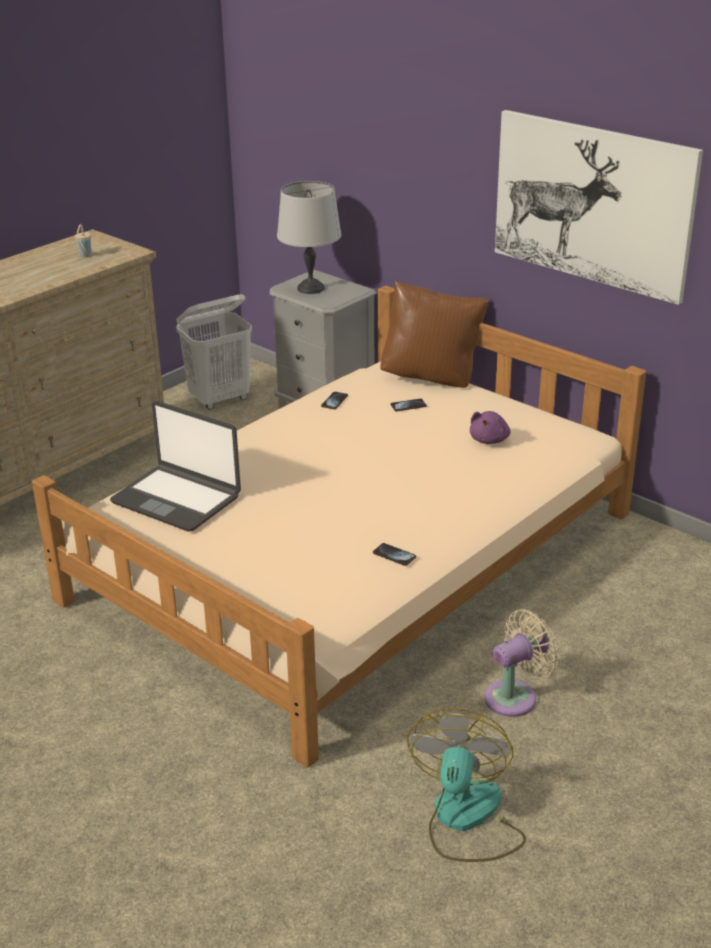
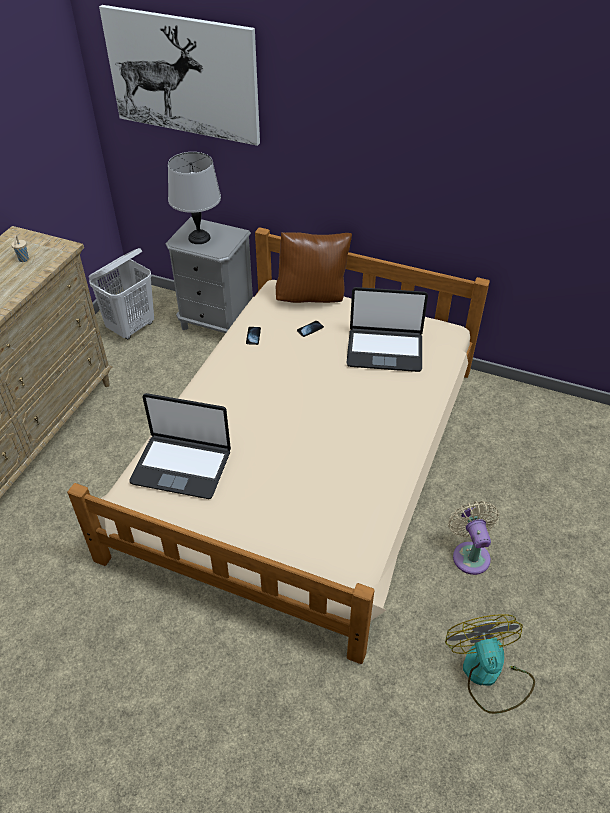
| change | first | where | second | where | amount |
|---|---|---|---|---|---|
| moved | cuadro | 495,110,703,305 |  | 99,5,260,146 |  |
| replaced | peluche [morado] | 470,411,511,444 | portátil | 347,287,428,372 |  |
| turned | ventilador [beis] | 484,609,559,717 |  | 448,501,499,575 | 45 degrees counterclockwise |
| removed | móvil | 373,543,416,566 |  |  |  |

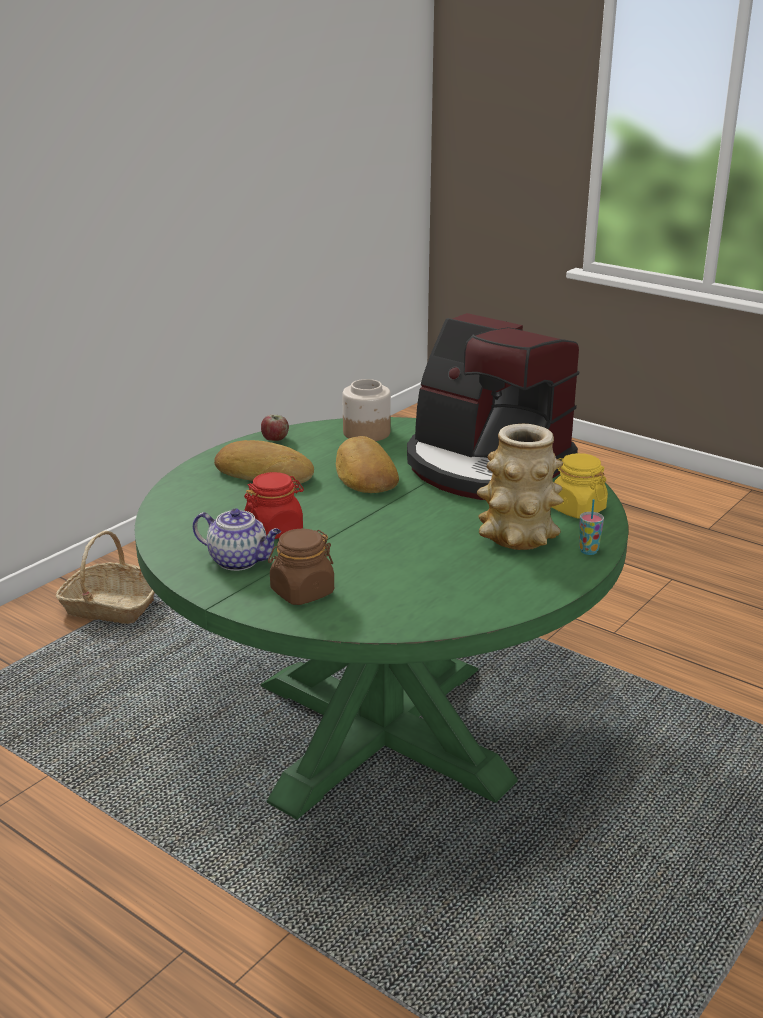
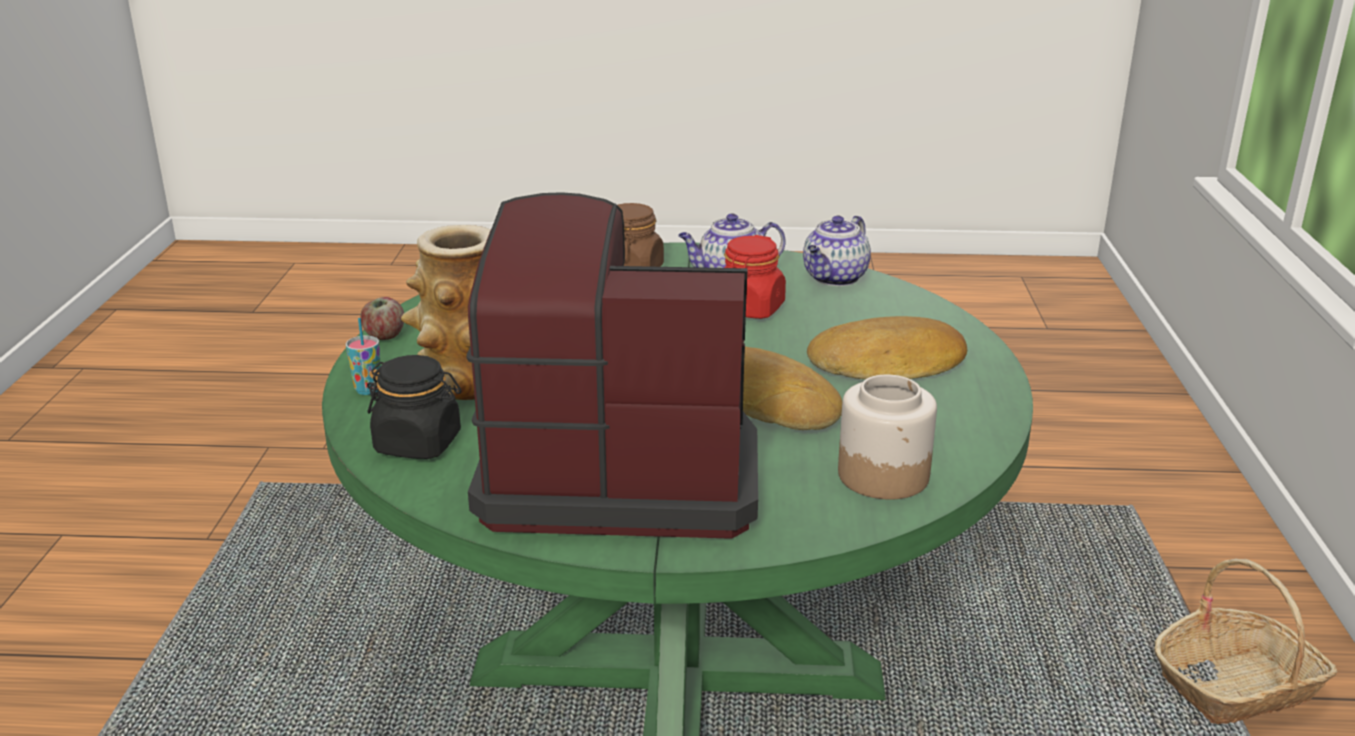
| change | first | where | second | where | amount |
|---|---|---|---|---|---|
| moved | manzana | 261,415,289,441 |  | 360,297,404,340 |  |
| recoloured | tarro [amarillo] | 552,453,608,519 | tarro [negro] | 367,355,461,459 |  |
| added |  |  | tetera | 803,216,871,286 |  |

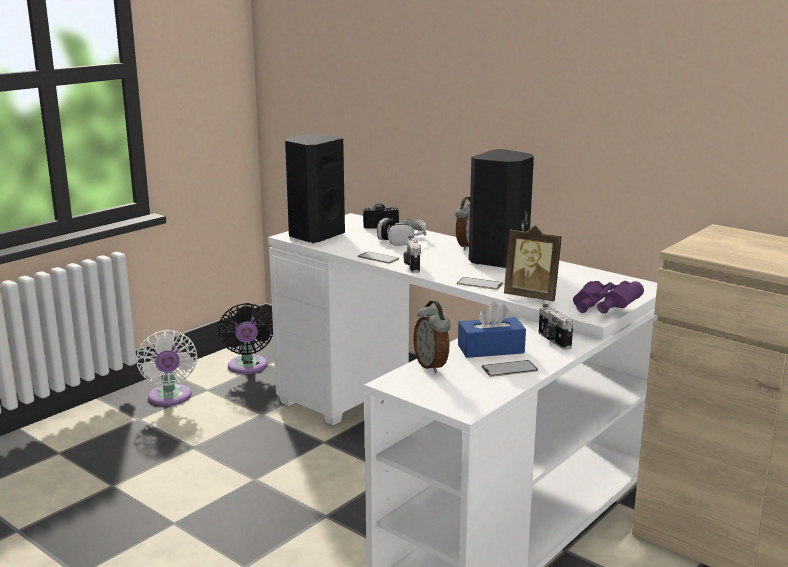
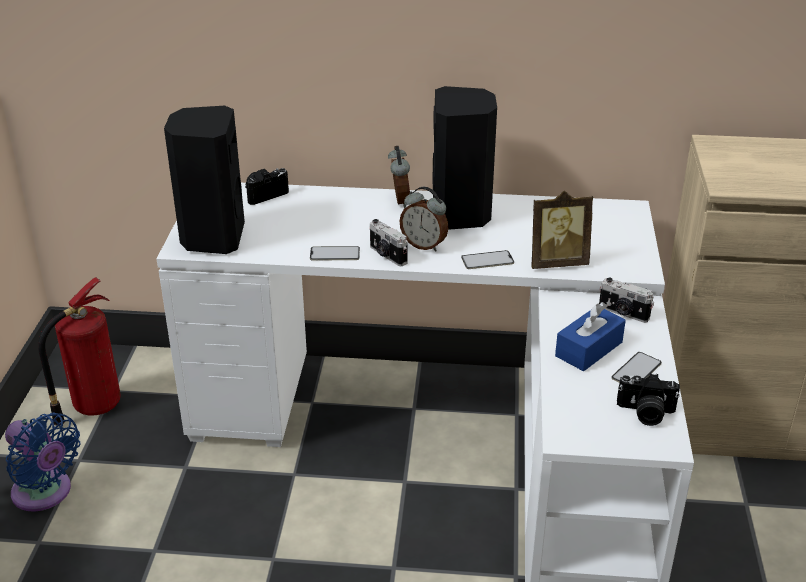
| change | first | where | second | where | amount |
|---|---|---|---|---|---|
| recoloured | ventilador [blanco] | 136,330,198,406 | ventilador [azul] | 5,413,80,512 |  |
| replaced | ventilador [negro] | 218,303,273,374 | extintor | 38,277,121,426 |  |
| moved | despertador | 414,301,451,373 |  | 399,187,448,252 |  |
| added |  |  | cámara | 617,373,680,426 |  |
| removed | auriculares | 377,218,427,246 |  |  |  |
| removed | prismáticos [morado] | 573,281,644,314 |  |  |  |

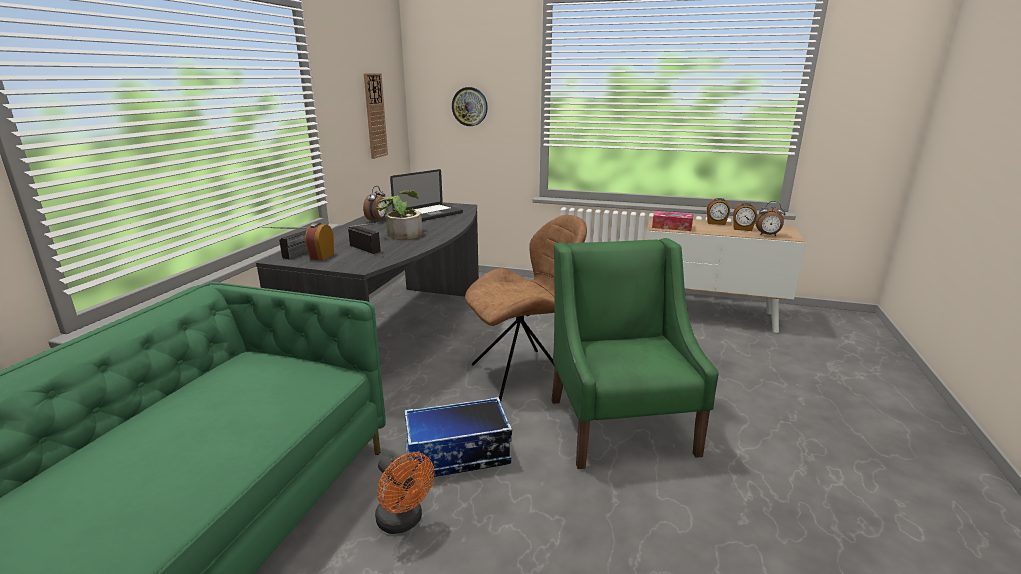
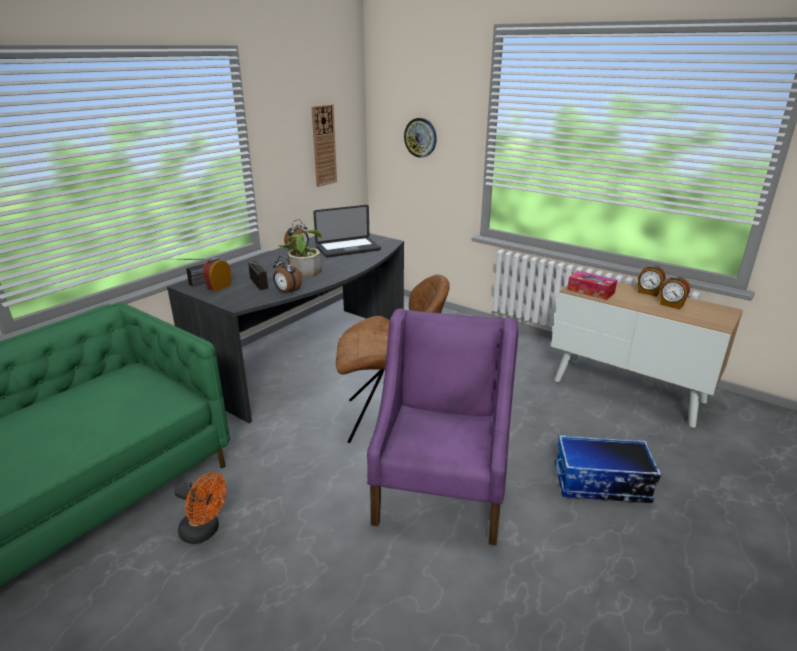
| change | first | where | second | where | amount |
|---|---|---|---|---|---|
| turned | ventilador [naranja] | 375,452,434,534 |  | 174,472,226,544 | 45 degrees counterclockwise |
| moved | despertador | 755,201,785,236 |  | 273,256,302,294 |  |
| recoloured | sillón [verde] | 551,238,719,469 | sillón [morado] | 367,308,518,545 |  |
| moved | caja de almacenaje | 404,397,512,478 |  | 555,435,661,503 |  |

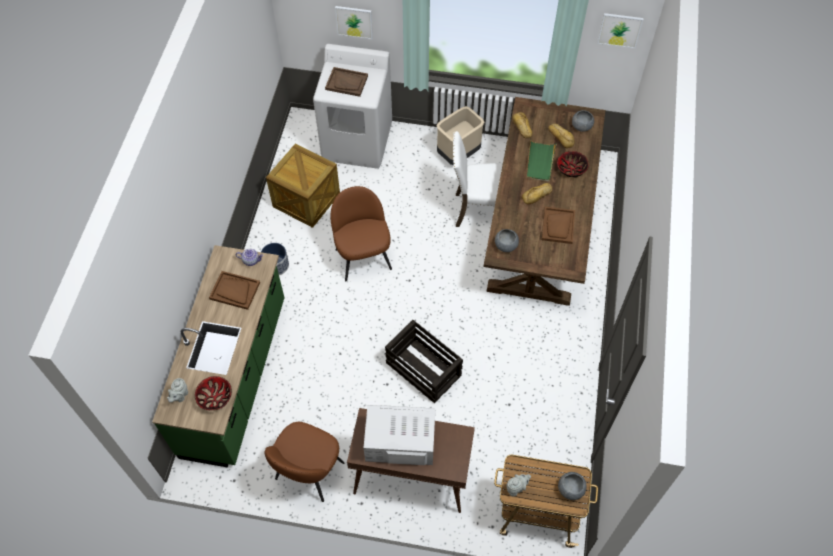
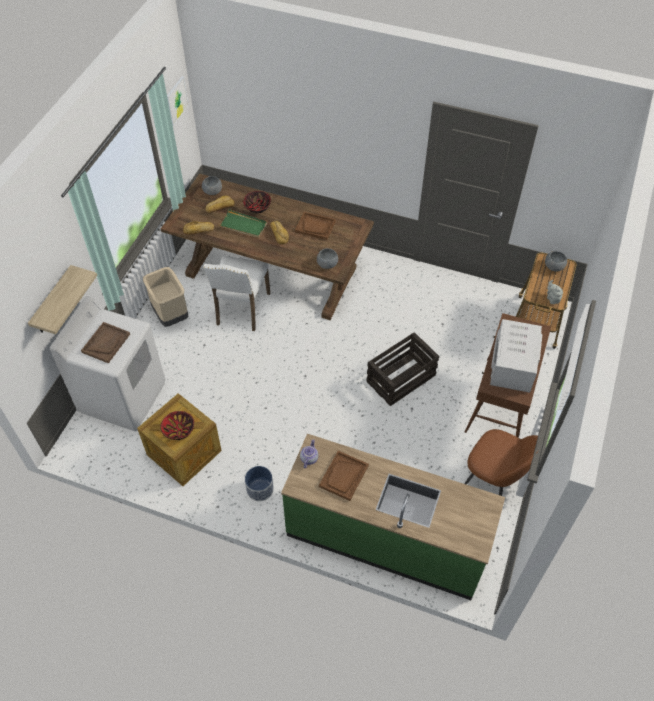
| change | first | where | second | where | amount |
|---|---|---|---|---|---|
| replaced | cuadro | 335,6,373,39 | estante | 28,265,97,334 |  |
| moved | cuenco | 195,376,232,410 |  | 161,411,194,440 |  |
| removed | tetera [gris] | 167,378,188,403 |  |  |  |
| removed | silla [marrón] | 331,186,392,281 |  |  |  |

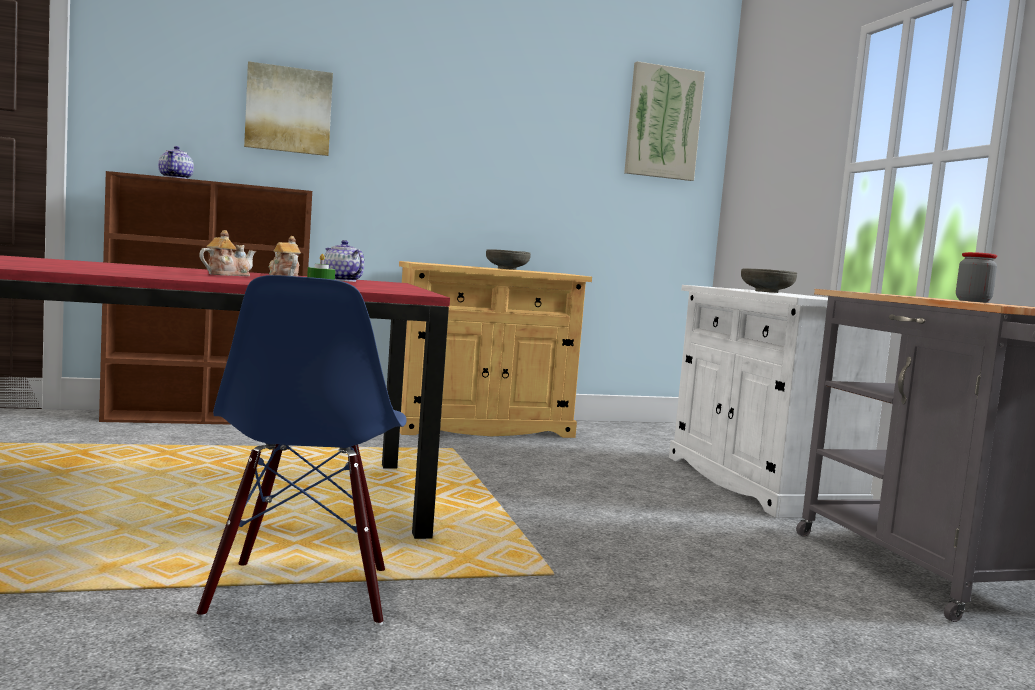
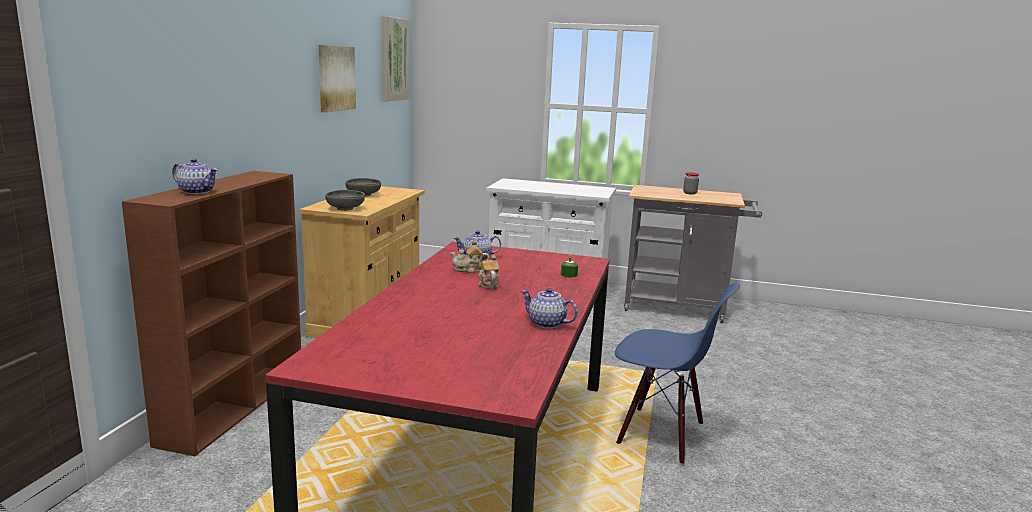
| change | first | where | second | where | amount |
|---|---|---|---|---|---|
| moved | cuadro | 244,61,333,156 |  | 318,45,356,112 |  |
| moved | cuenco [gris] | 741,268,797,293 |  | 325,190,365,211 |  |
| added |  |  | tetera | 521,288,578,329 |  |

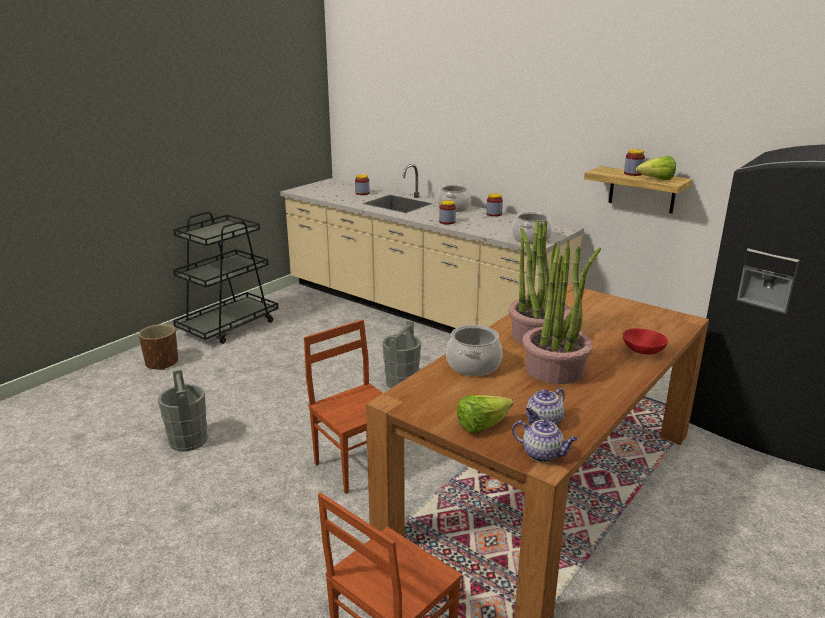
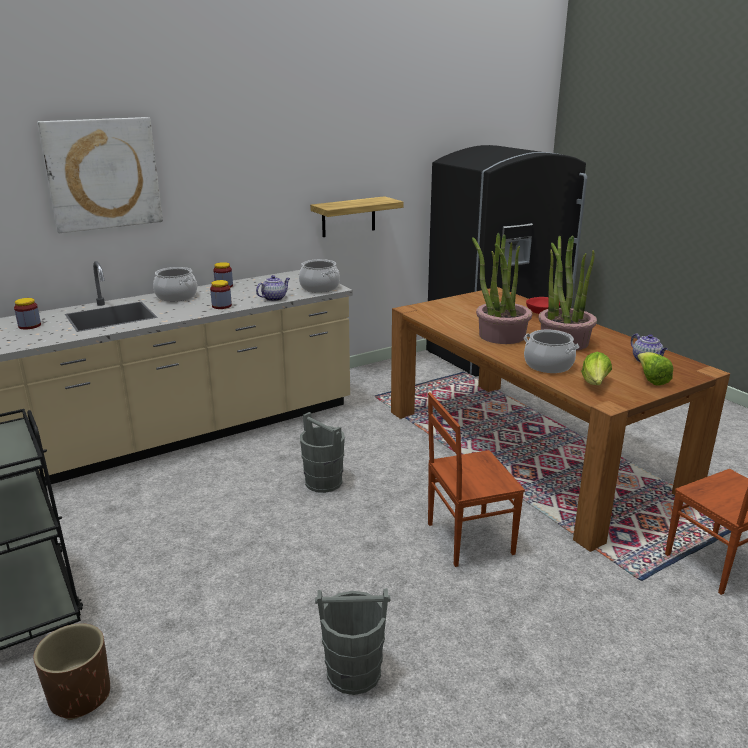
| change | first | where | second | where | amount |
|---|---|---|---|---|---|
| added |  |  | cuadro | 37,117,163,233 |  |
| moved | tetera | 512,420,578,462 |  | 256,275,290,301 |  |
| moved | lechuga | 636,156,676,180 |  | 581,352,612,385 |  |
| removed | tarro | 624,149,645,176 |  |  |  |

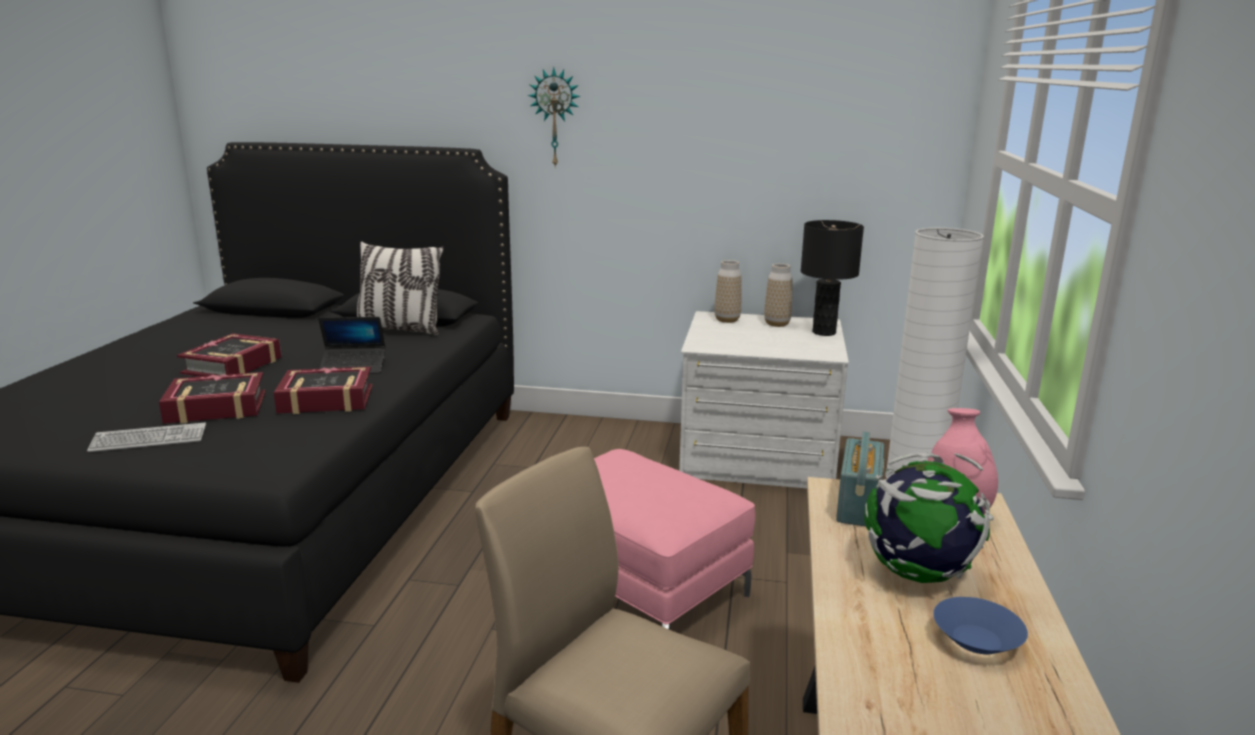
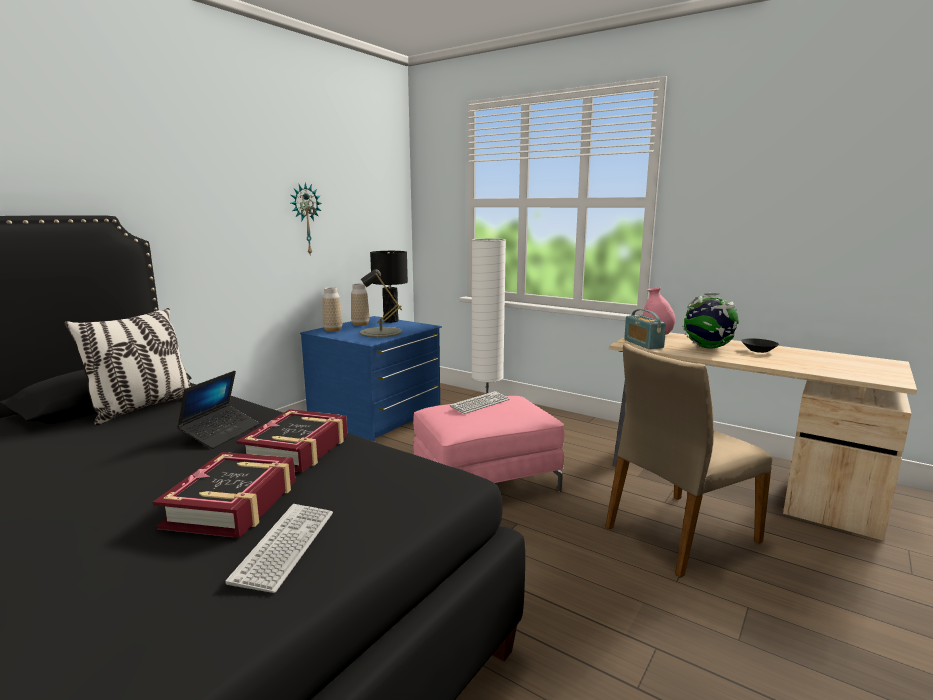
| change | first | where | second | where | amount |
|---|---|---|---|---|---|
| moved | reloj de pared | 528,67,581,168 |  | 291,182,322,254 |  |
| recoloured | cómoda [blanco] | 679,311,849,488 | cómoda [azul] | 300,316,442,441 |  |
| added |  |  | lámpara de mesa [gris] | 360,269,402,337 |  |
| added |  |  | teclado | 450,391,510,414 |  |
| turned | radio | 836,431,884,527 |  | 624,309,666,349 | 150 degrees counterclockwise |
| recoloured | cuenco [azul] | 933,597,1028,654 | cuenco [negro] | 741,338,779,353 |  |
| removed | libro | 177,333,282,377 |  |  |  |

